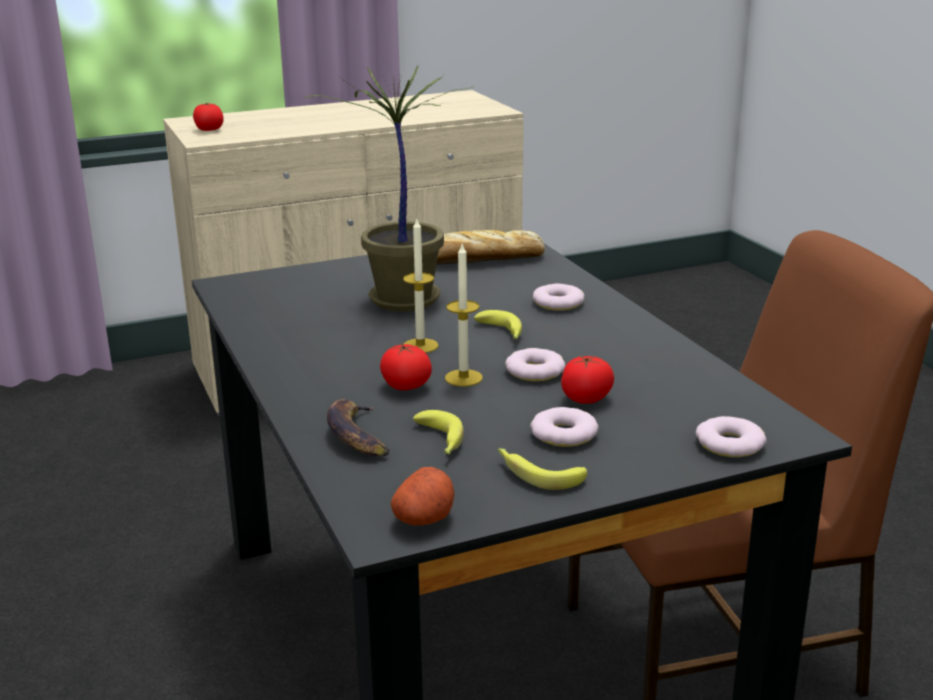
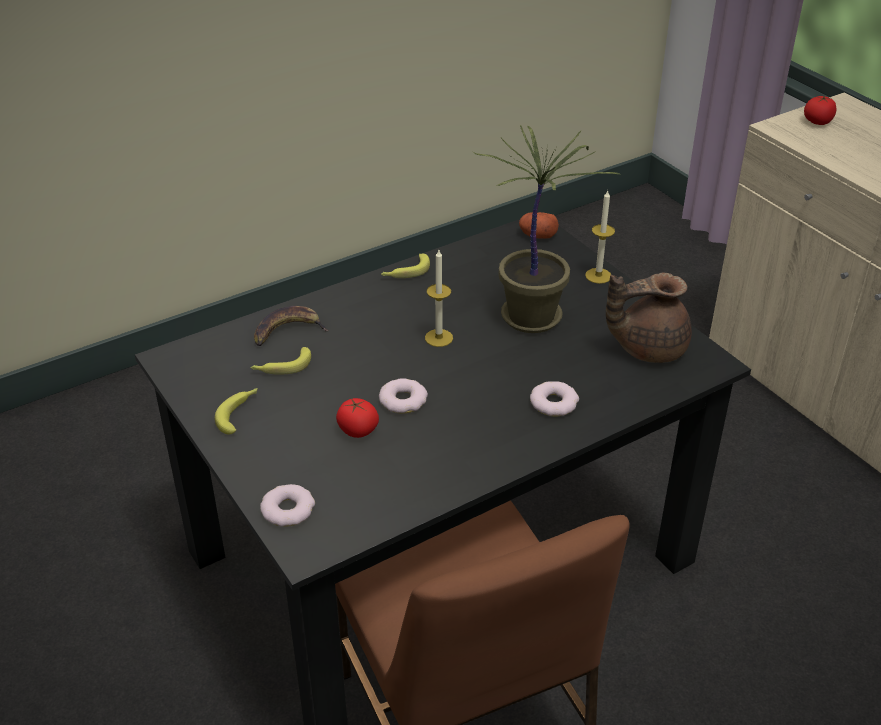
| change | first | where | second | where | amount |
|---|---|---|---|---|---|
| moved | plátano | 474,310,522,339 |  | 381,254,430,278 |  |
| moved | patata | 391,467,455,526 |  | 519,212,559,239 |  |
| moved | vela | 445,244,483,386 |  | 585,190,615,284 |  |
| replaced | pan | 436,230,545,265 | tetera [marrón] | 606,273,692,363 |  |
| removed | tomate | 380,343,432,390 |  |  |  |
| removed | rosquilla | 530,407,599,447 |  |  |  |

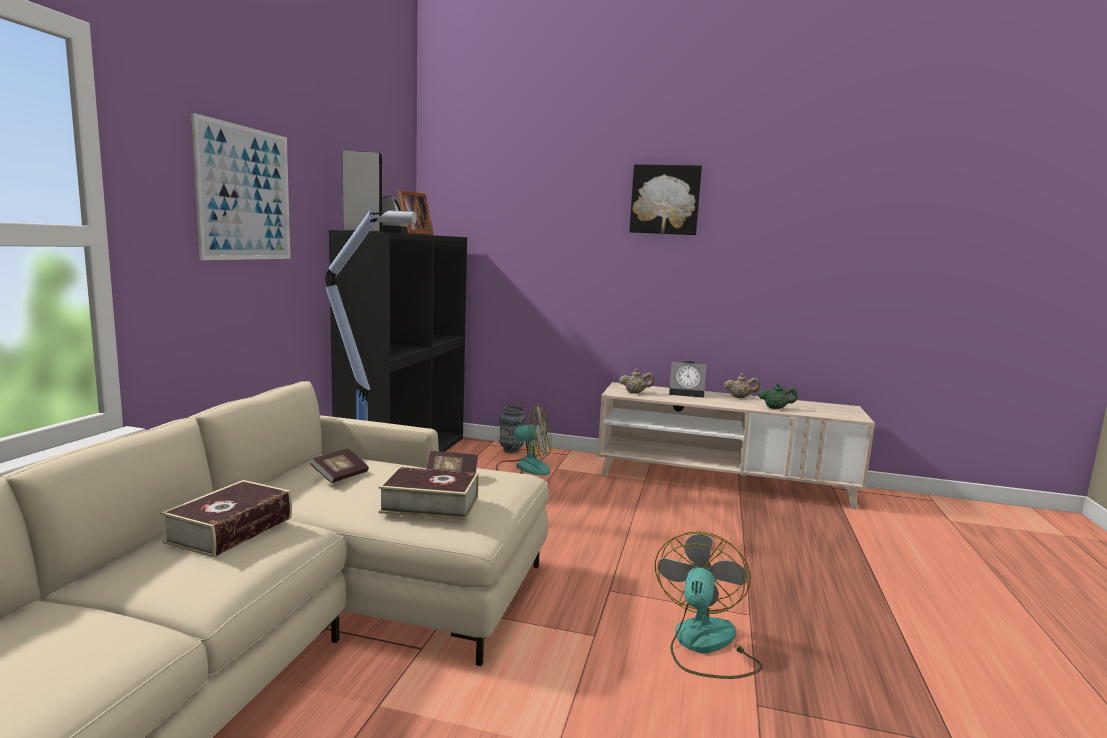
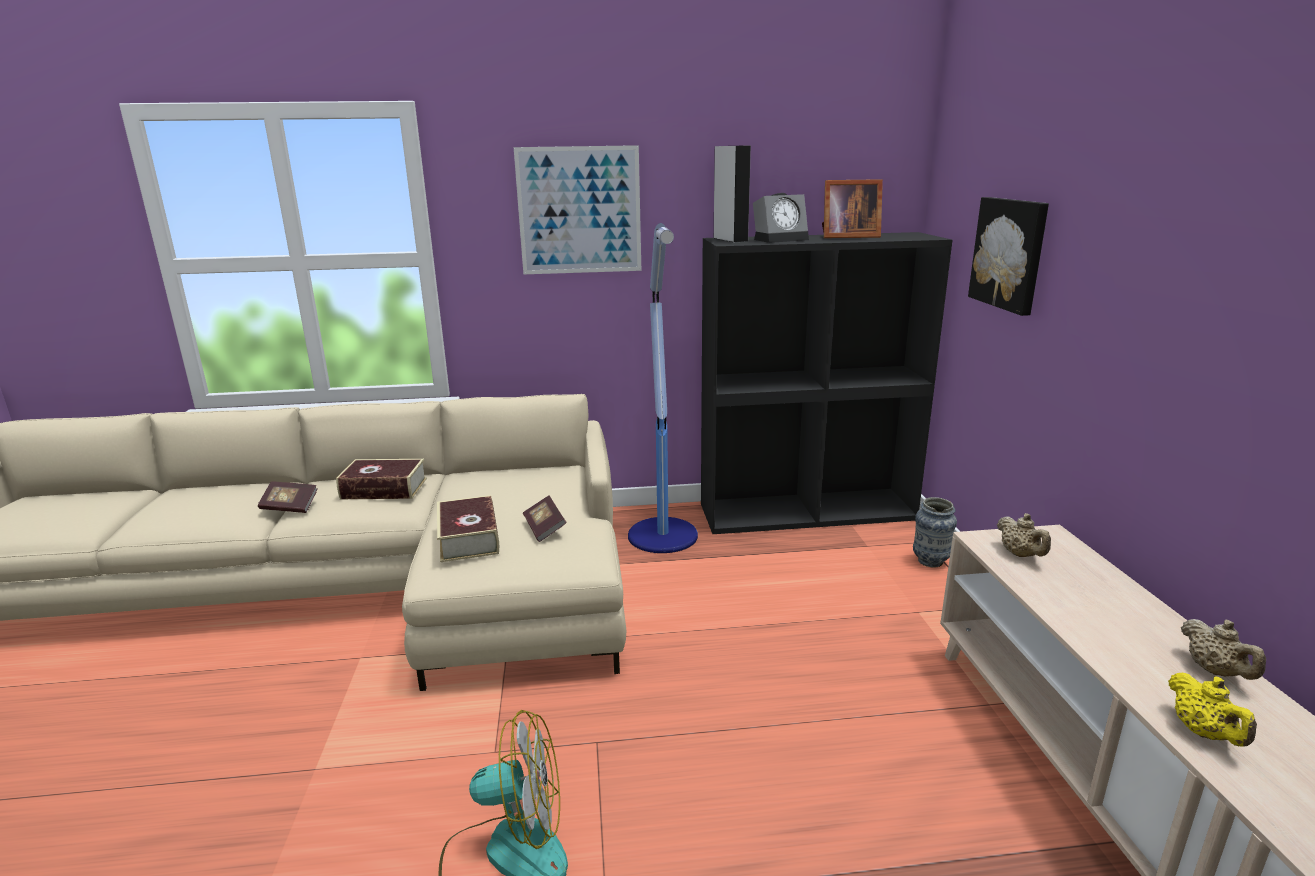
| change | first | where | second | where | amount |
|---|---|---|---|---|---|
| moved | libro | 311,448,369,483 |  | 258,481,317,513 |  |
| moved | cuadro | 629,164,702,235 |  | 968,197,1049,316 |  |
| recoloured | tetera [verde] | 758,383,798,409 | tetera [amarillo] | 1168,673,1257,746 |  |
| removed | ventilador | 496,404,551,475 |  |  |  |
| removed | despertador | 669,361,706,398 |  |  |  |

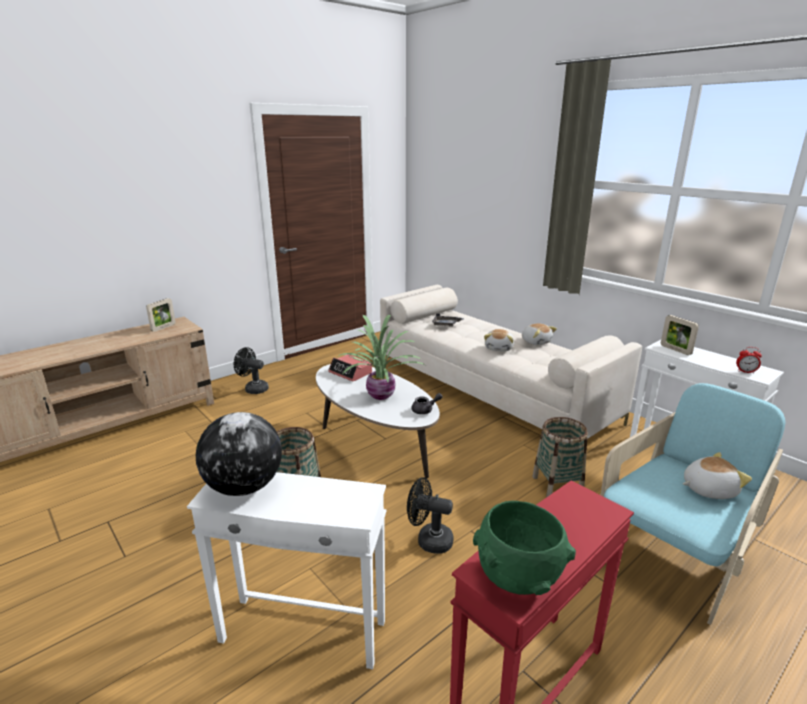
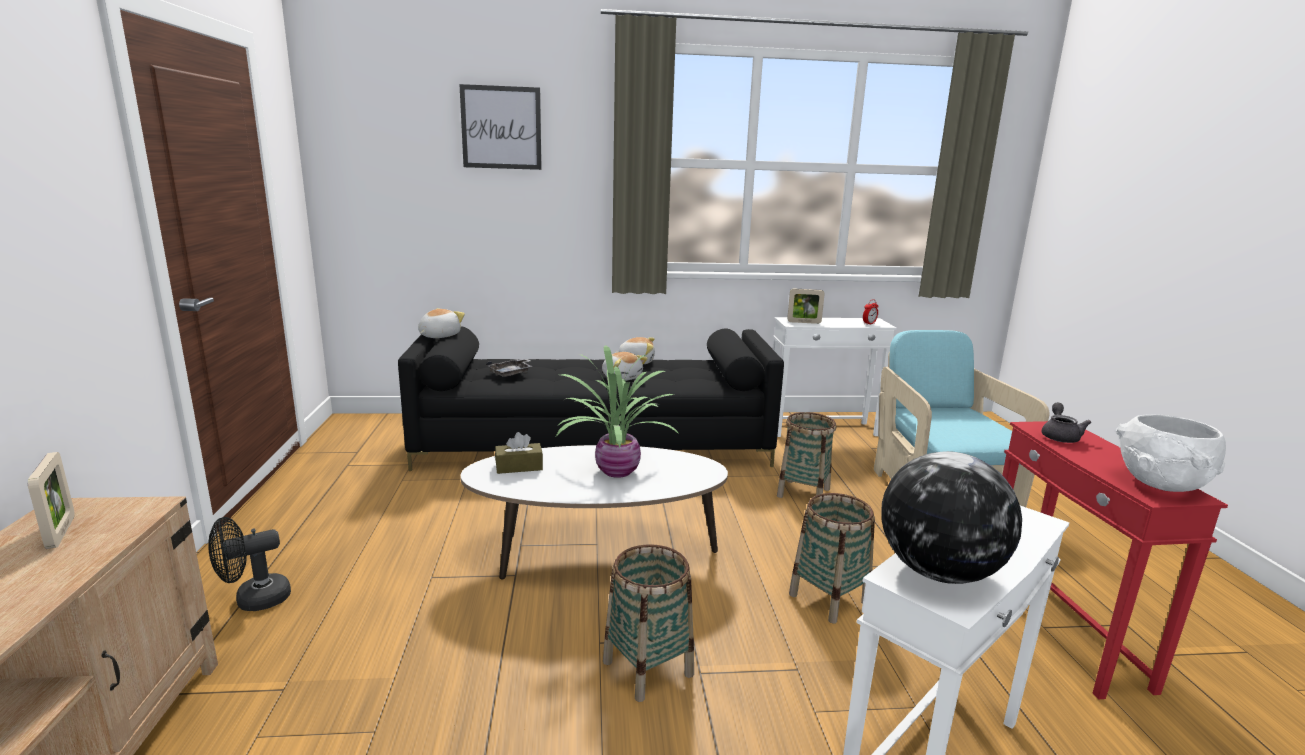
| change | first | where | second | where | amount |
|---|---|---|---|---|---|
| recoloured | sofá [beis] | 380,285,642,439 | sofá [negro] | 398,326,784,471 |  |
| moved | peluche | 683,452,752,499 |  | 418,308,465,338 |  |
| added |  |  | cuadro | 459,84,542,170 |  |
| replaced | despertador | 328,355,372,382 | caja de pañuelos [marrón] | 495,432,543,474 |  |
| replaced | ventilador [negro] | 407,477,454,553 | cesta | 789,493,875,624 |  |
| moved | tetera [gris] | 412,393,443,414 |  | 1042,403,1091,443 |  |
| recoloured | cuenco [verde] | 473,501,576,595 | cuenco [blanco] | 1115,414,1226,492 |  |

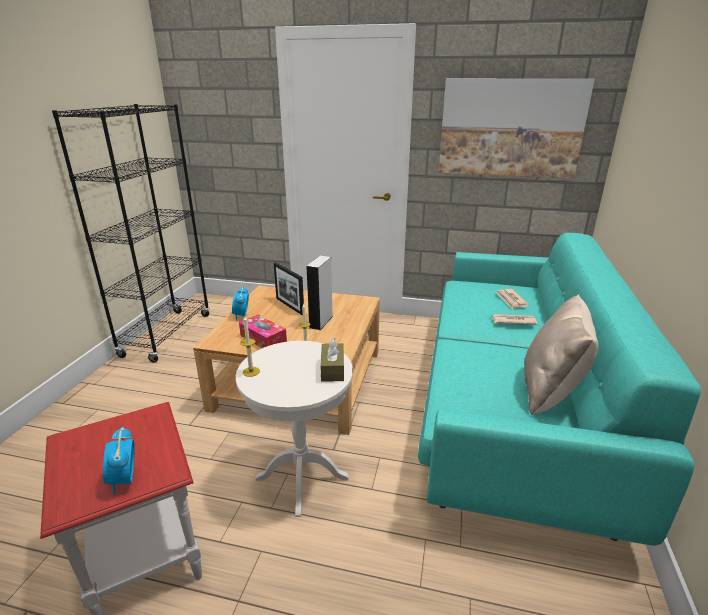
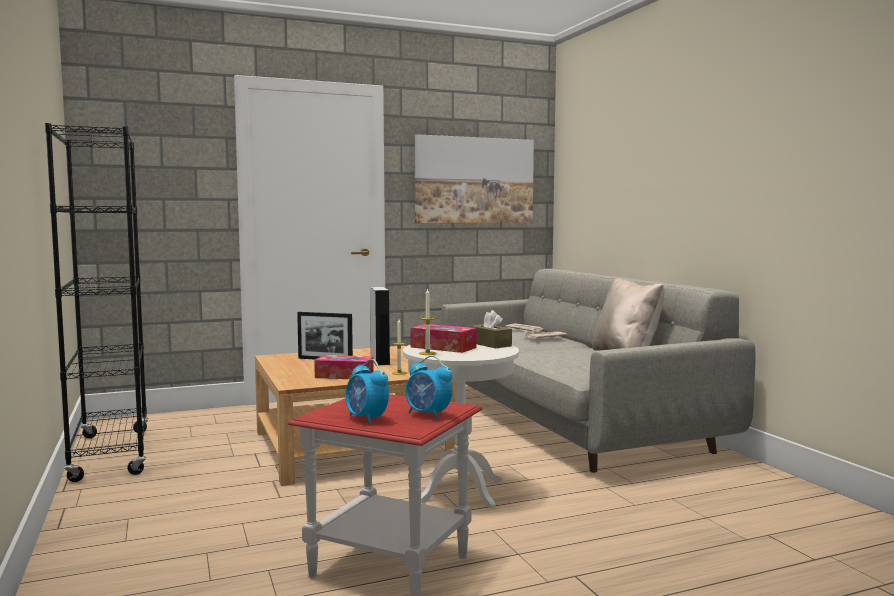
| change | first | where | second | where | amount |
|---|---|---|---|---|---|
| moved | despertador | 232,287,249,320 |  | 345,359,389,424 |  |
| added |  |  | caja de pañuelos | 411,324,477,353 |  |
| recoloured | sofá [turquesa] | 418,233,701,546 | sofá [gris] | 441,269,755,473 |  |

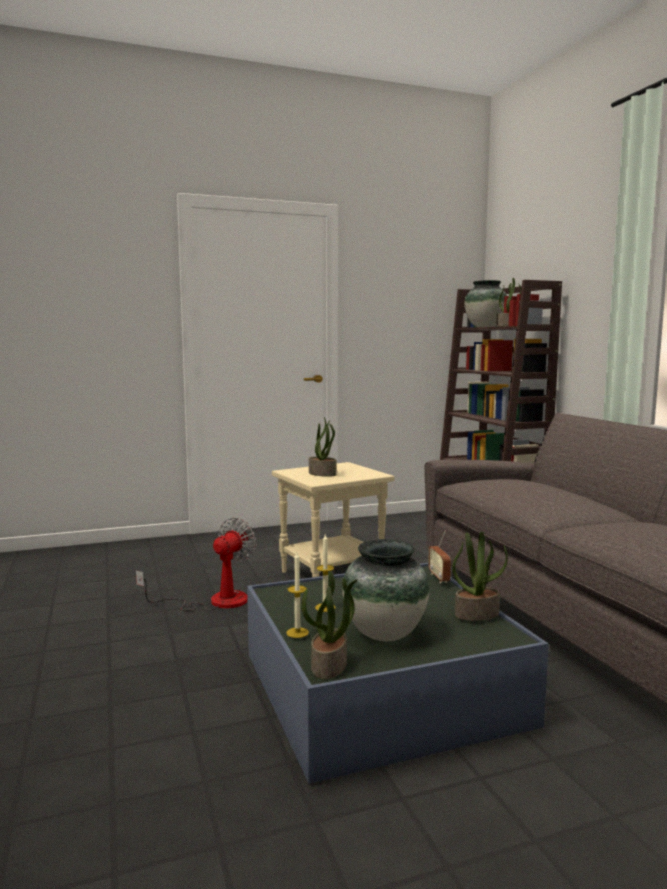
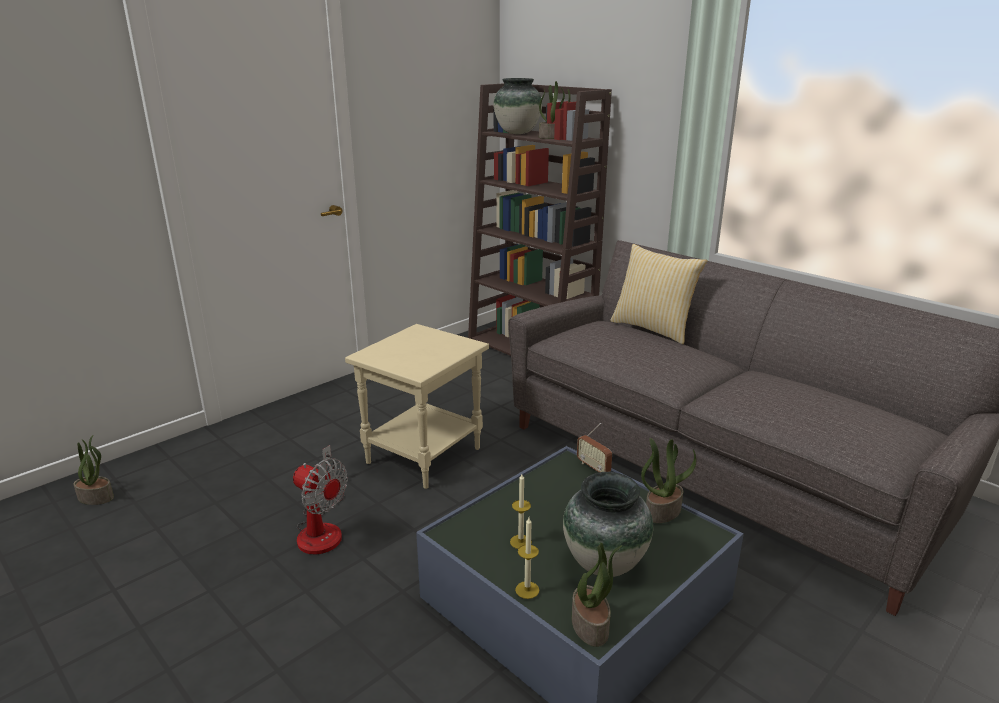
| change | first | where | second | where | amount |
|---|---|---|---|---|---|
| moved | planta en maceta | 309,417,337,477 |  | 73,435,114,505 |  |
| turned | ventilador | 136,518,256,611 |  | 293,445,348,554 | 120 degrees clockwise |
| added |  |  | cojín | 611,244,707,344 |  |

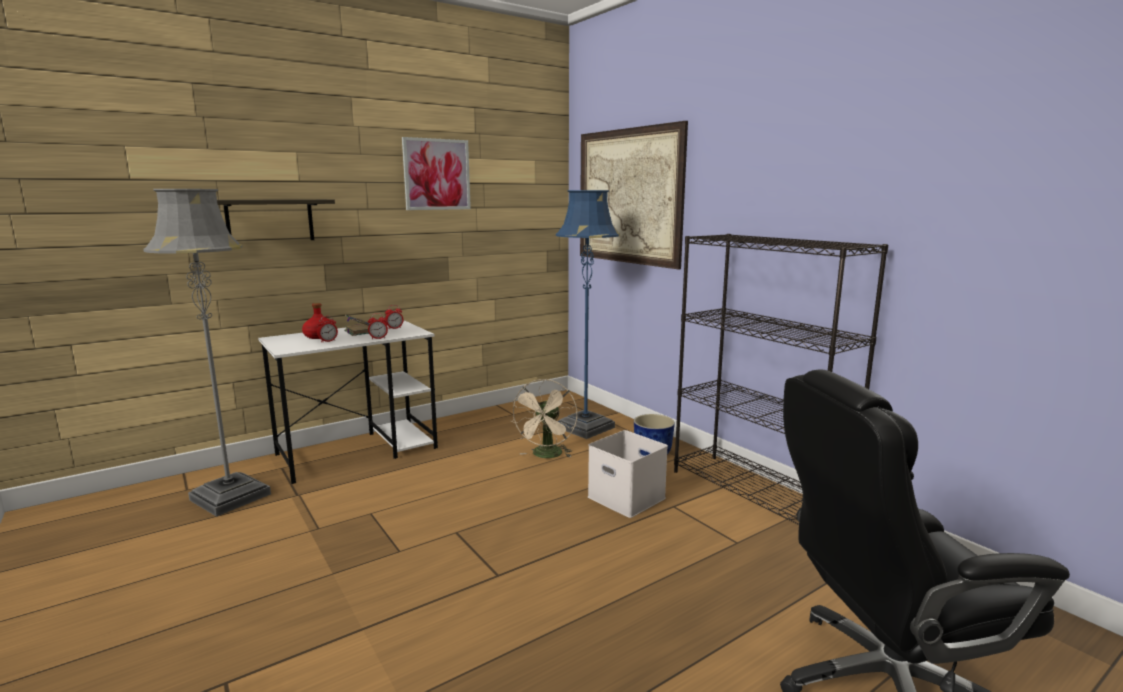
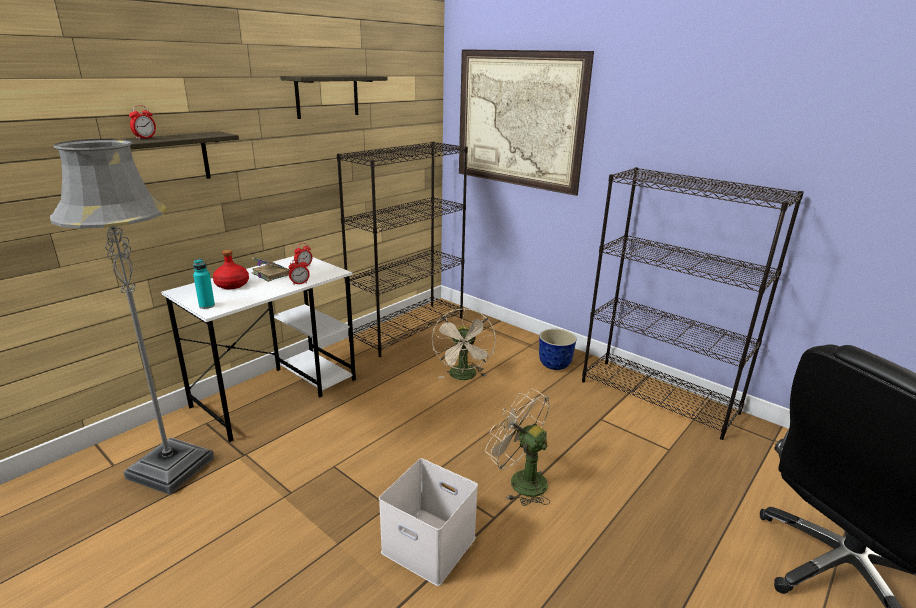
| change | first | where | second | where | amount |
|---|---|---|---|---|---|
| moved | despertador | 317,316,338,343 |  | 129,105,156,139 |  |
| added |  |  | botella [turquesa] | 193,259,215,309 |  |
| replaced | cuadro | 402,137,471,210 | estante | 280,75,388,119 |  |
| added |  |  | estantería [negro] | 337,141,468,357 |  |
| moved | caja de almacenaje [blanco] | 588,430,668,518 |  | 379,458,478,586 |  |
| added |  |  | ventilador [beis] | 485,389,550,506 |  |
| removed | lámpara de pie [azul] | 556,190,620,439 |  |  |  |

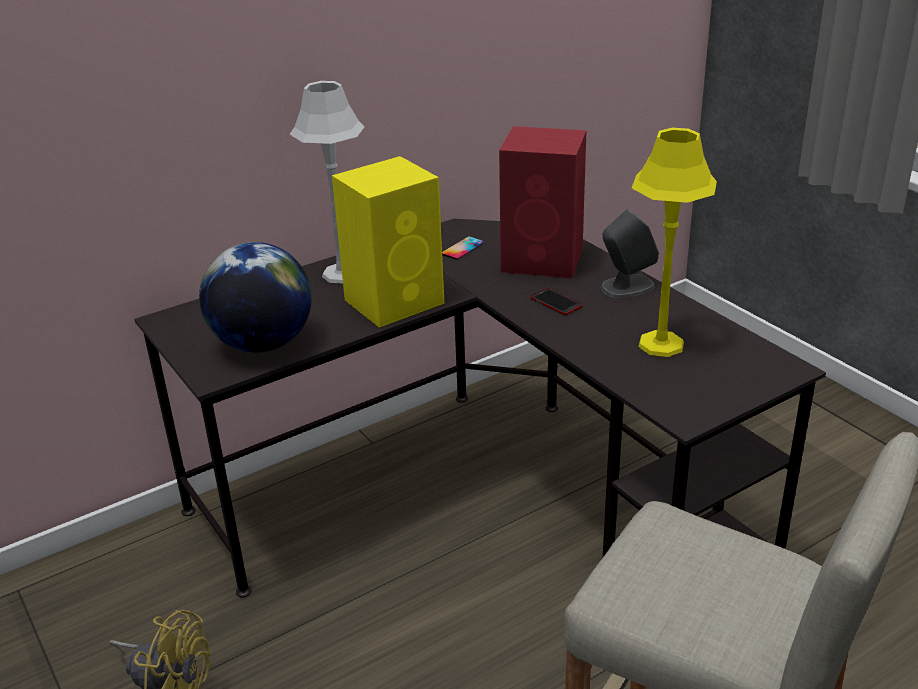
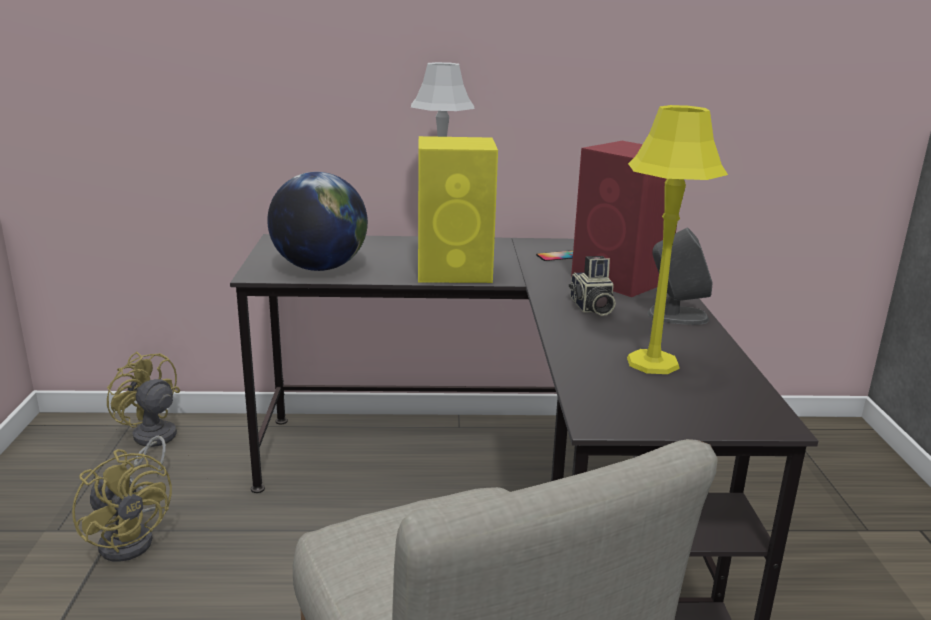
| change | first | where | second | where | amount |
|---|---|---|---|---|---|
| added |  |  | ventilador [amarillo] | 107,352,180,477 |  |
| replaced | móvil | 530,288,582,315 | cámara | 569,256,616,316 |  |

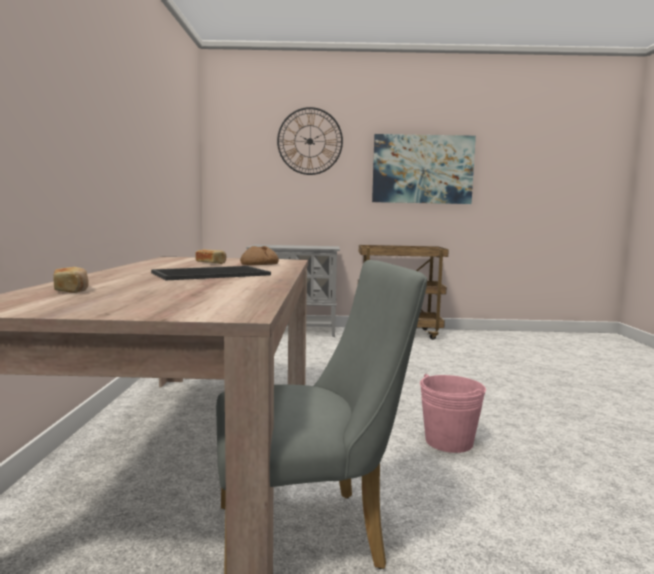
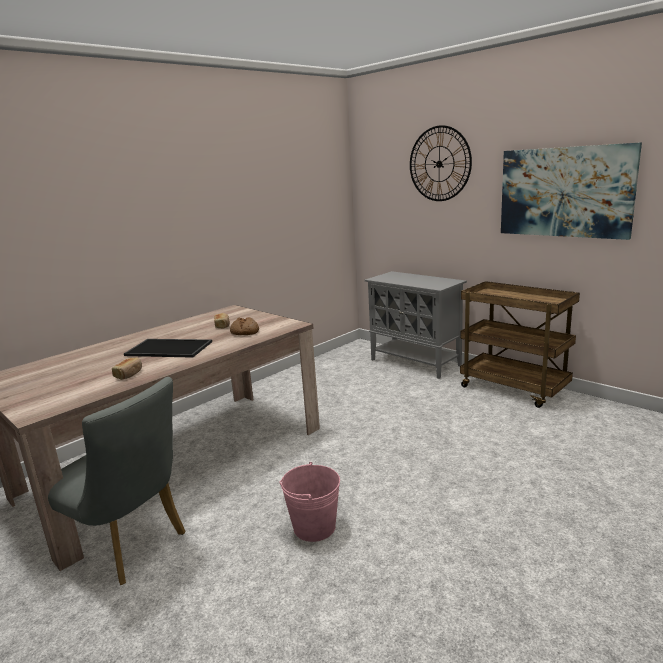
| change | first | where | second | where | amount |
|---|---|---|---|---|---|
| moved | pan | 53,267,89,293 |  | 112,357,142,380 |  |

